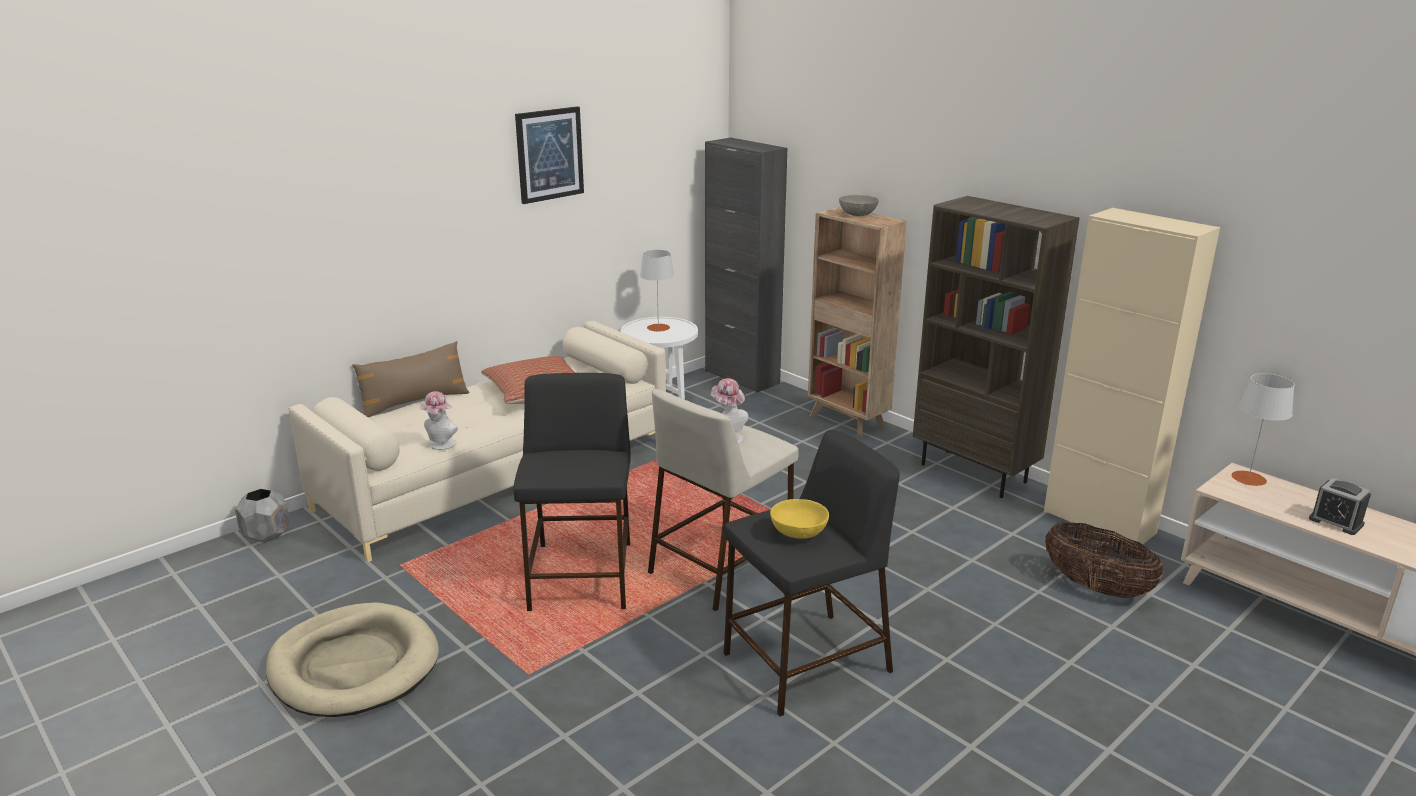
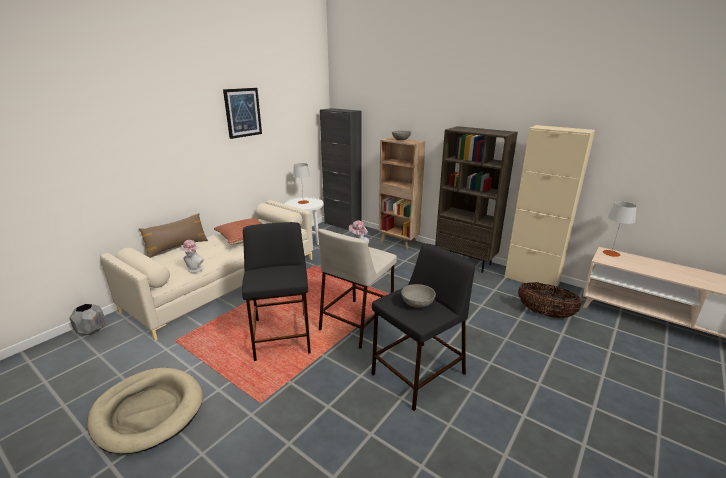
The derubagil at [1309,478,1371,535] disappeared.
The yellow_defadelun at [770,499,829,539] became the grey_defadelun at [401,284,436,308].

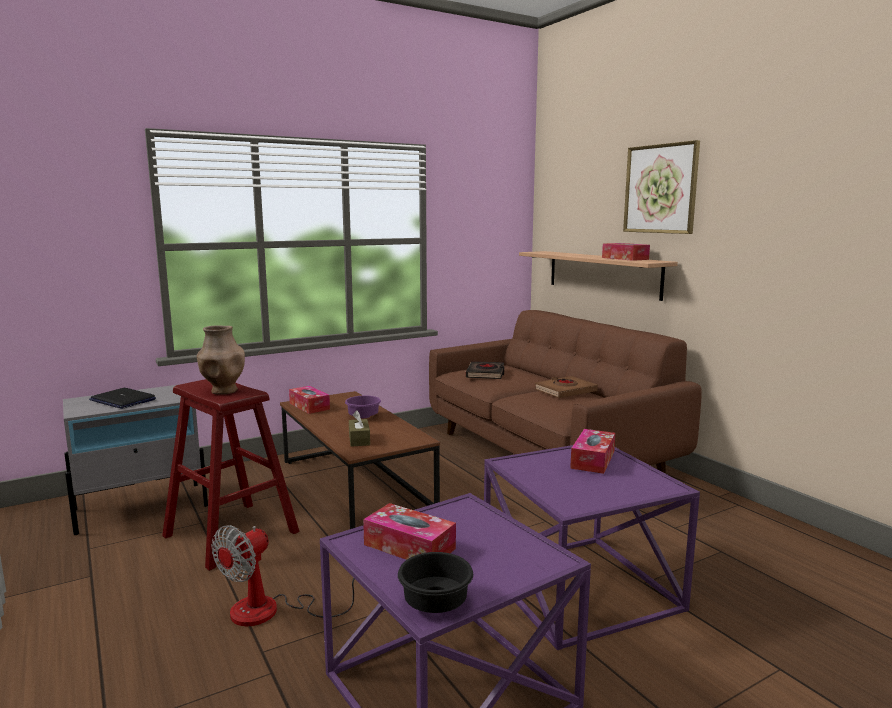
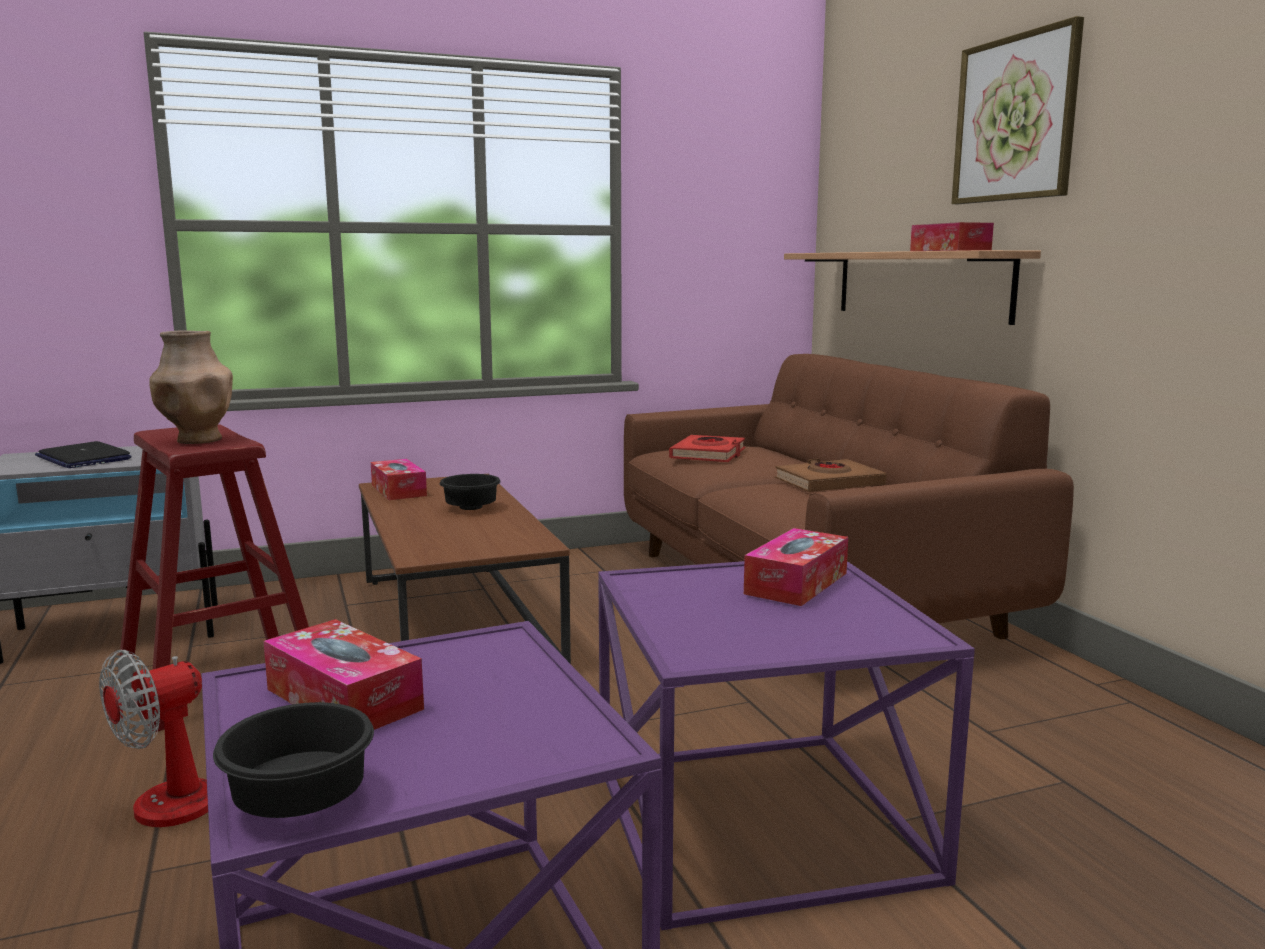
The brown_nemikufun at [349,410,370,447] disappeared.
The purple_defadelun at [345,396,381,418] became the black_defadelun at [440,474,500,510].
The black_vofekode at [465,361,504,379] became the red_vofekode at [669,435,745,462].

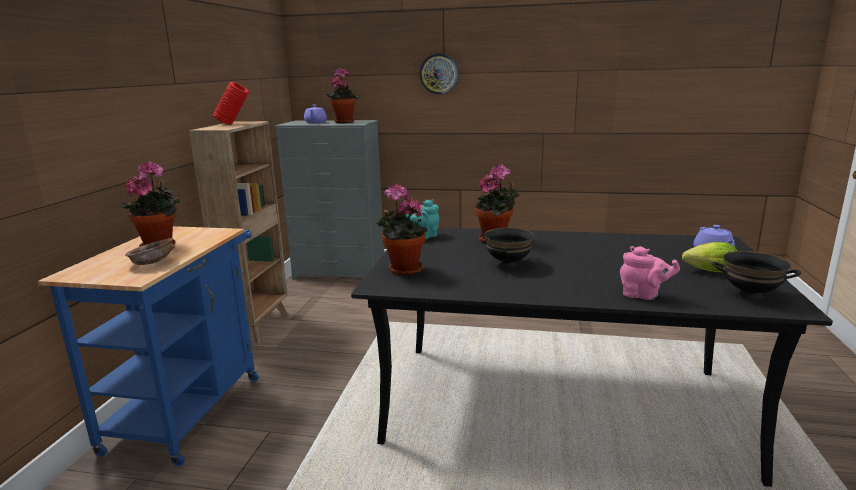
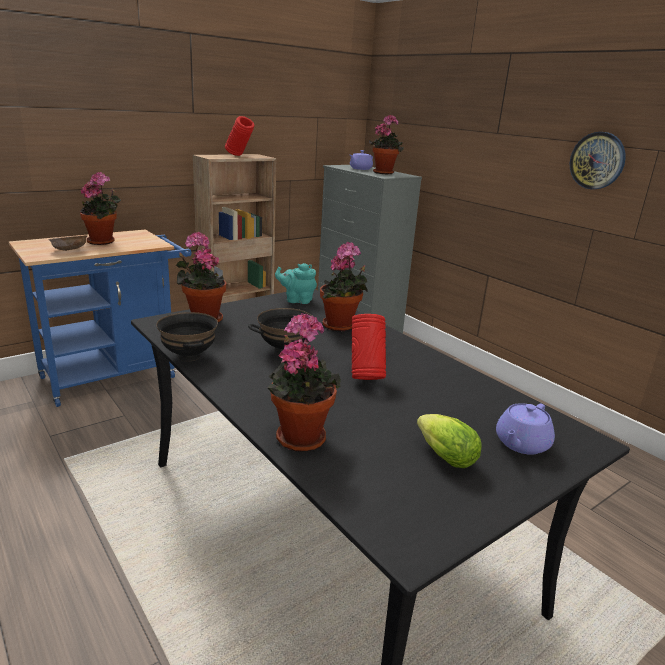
The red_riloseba at [352,314,386,380] appeared.
The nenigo moved from [419,53,459,95] to [570,132,626,189].
The black_defadelun moved from [712,251,801,299] to [156,312,218,361].
The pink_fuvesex at [620,246,680,300] was replaced by the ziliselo at [268,313,341,452].

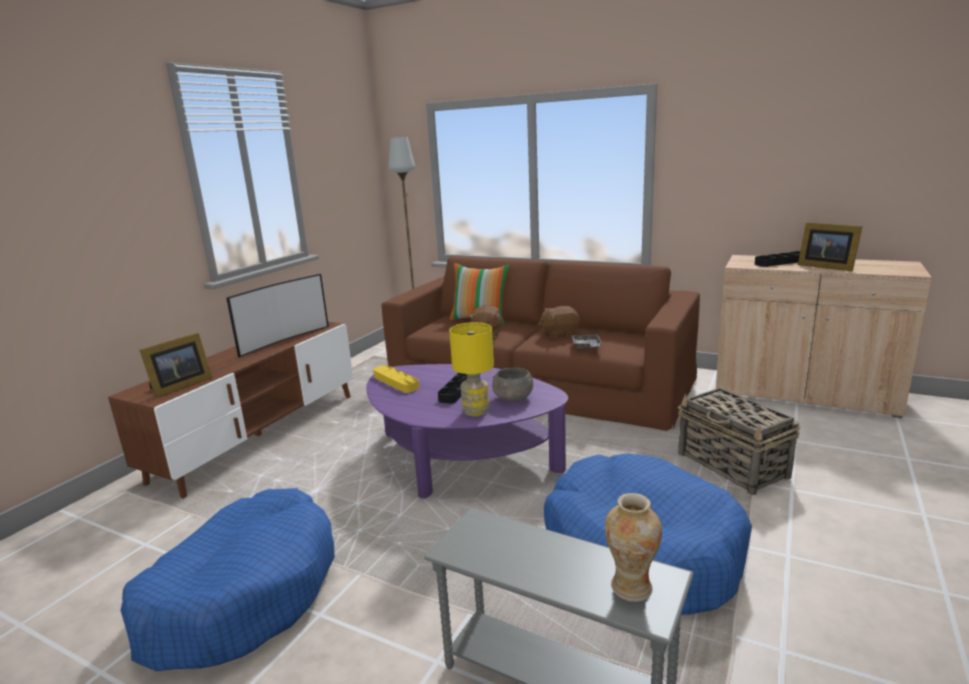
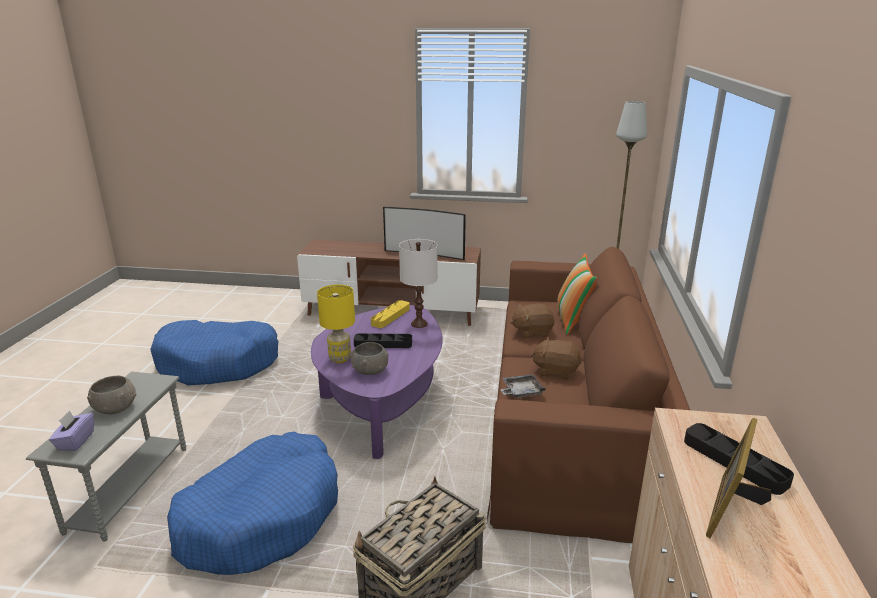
The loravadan at [139,332,213,398] disappeared.
The grey_defadelun at [87,376,136,415] appeared.
The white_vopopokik at [399,239,437,328] appeared.
The riloseba at [605,493,662,602] was replaced by the purple_nemikufun at [49,410,94,451].
The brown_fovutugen at [538,306,580,338] turned 45 degrees counterclockwise.

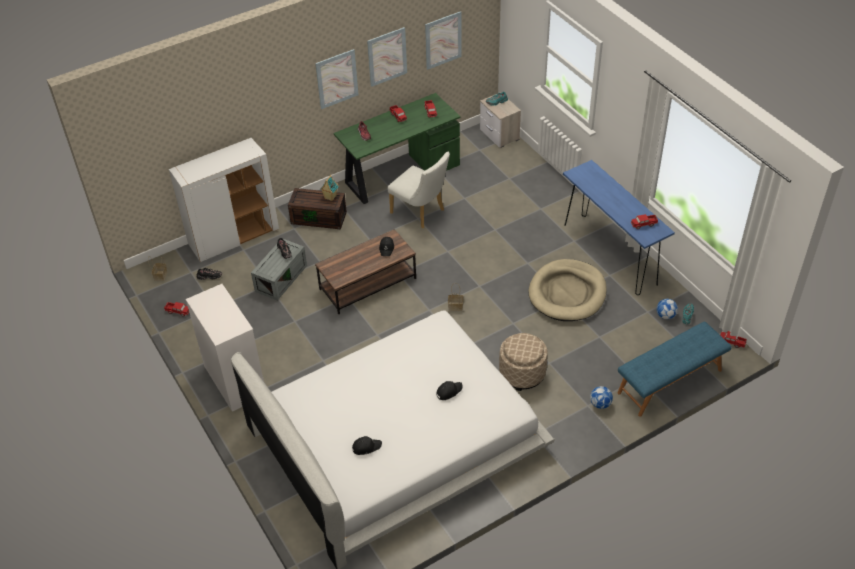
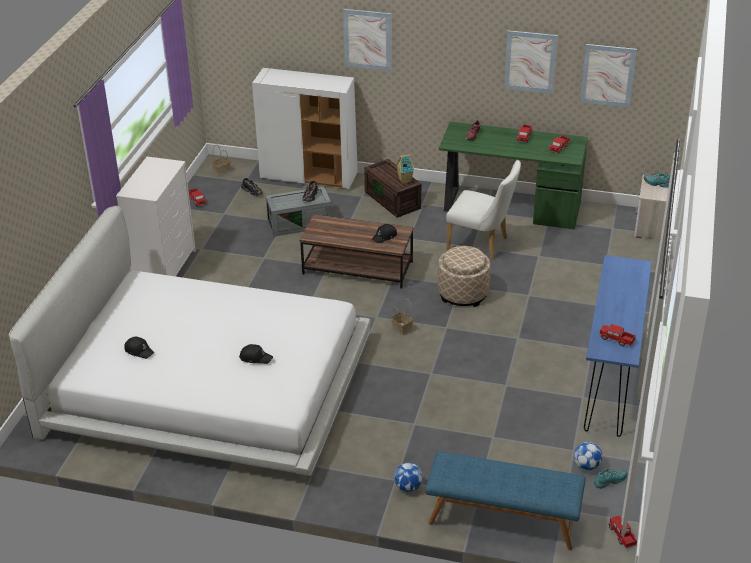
The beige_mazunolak at [529,259,606,321] disappeared.
The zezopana moved from [315,49,359,109] to [343,9,391,71].
The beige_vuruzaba moved from [499,333,548,391] to [438,246,490,307].
The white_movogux at [387,152,450,229] turned 60 degrees counterclockwise.

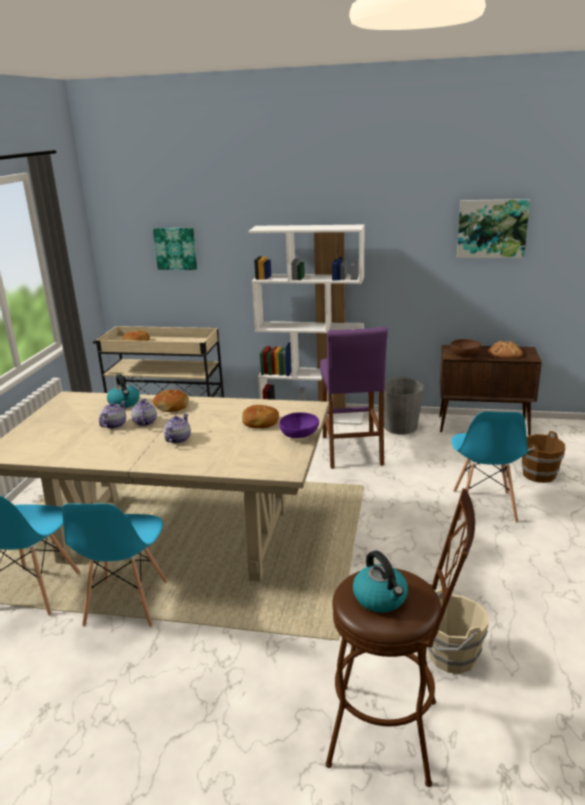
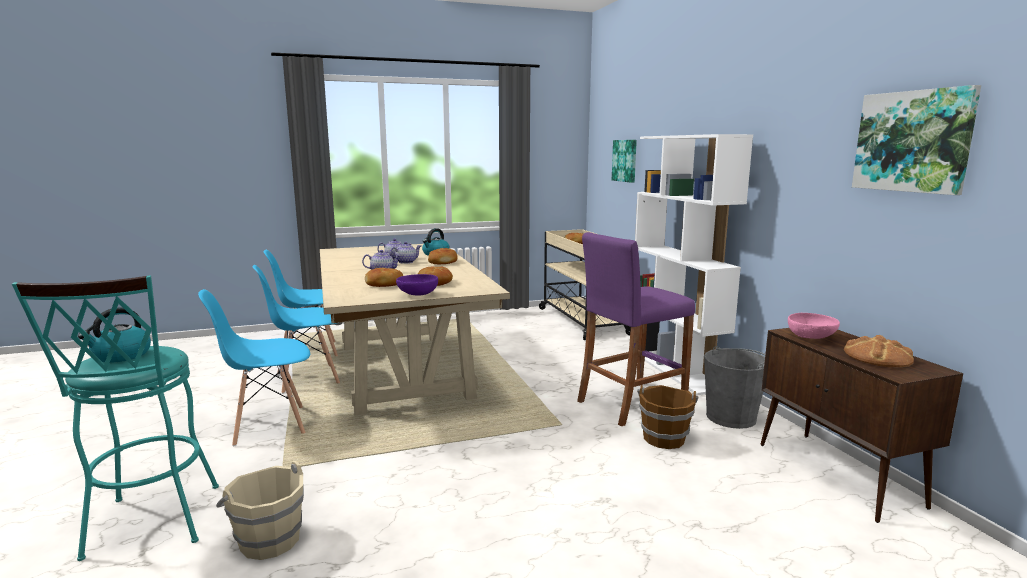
The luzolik at [365,268,403,287] appeared.
The blue_movogux moved from [451,412,528,523] to [198,289,310,446].
The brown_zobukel moved from [521,431,566,483] to [637,385,698,449].
The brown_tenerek at [325,488,475,787] became the turquoise_tenerek at [12,275,219,561].
The brown_defadelun at [451,339,481,357] became the pink_defadelun at [788,313,840,339].

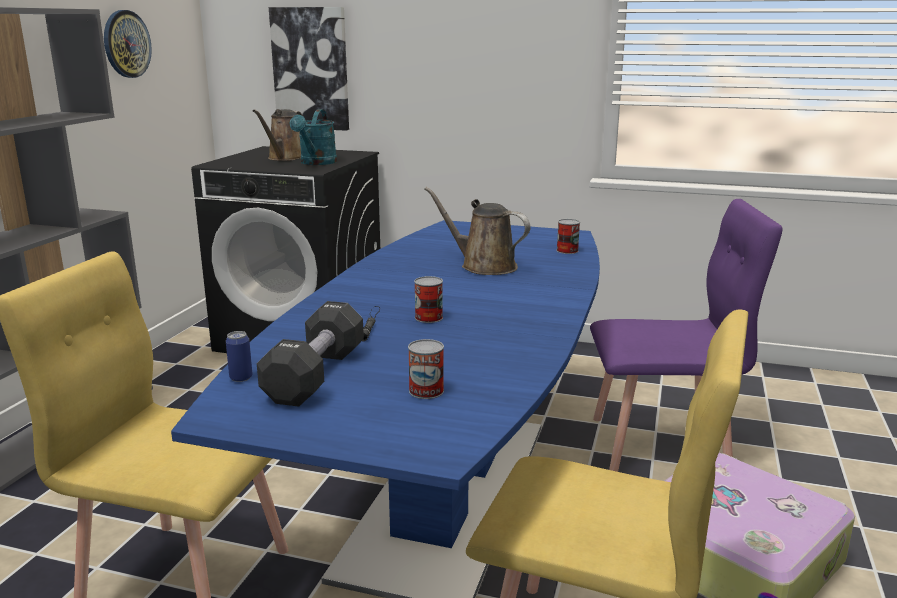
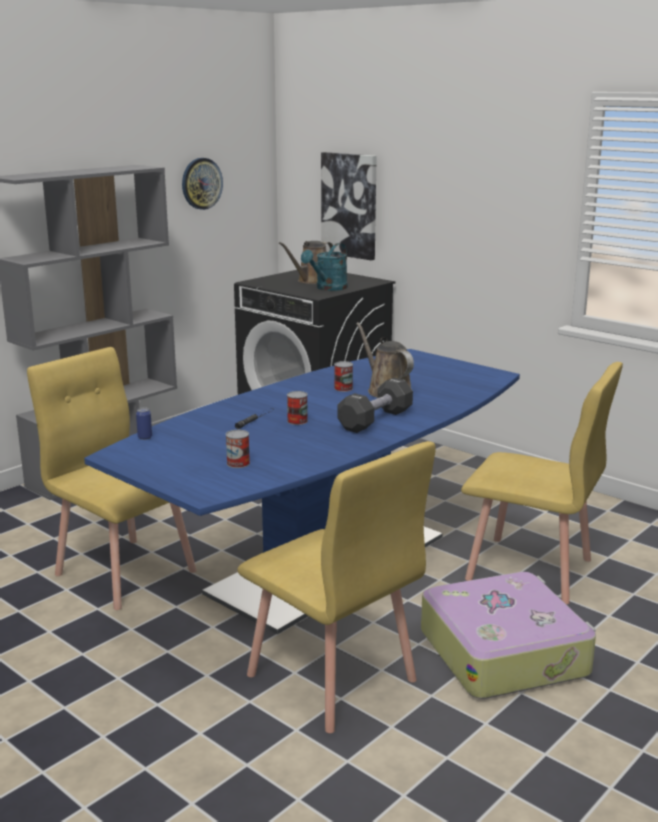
The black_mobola moved from [257,301,364,407] to [338,378,413,433].
The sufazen moved from [557,219,580,254] to [334,361,353,392].
The purple_movogux at [590,199,782,472] became the yellow_movogux at [461,362,623,604].

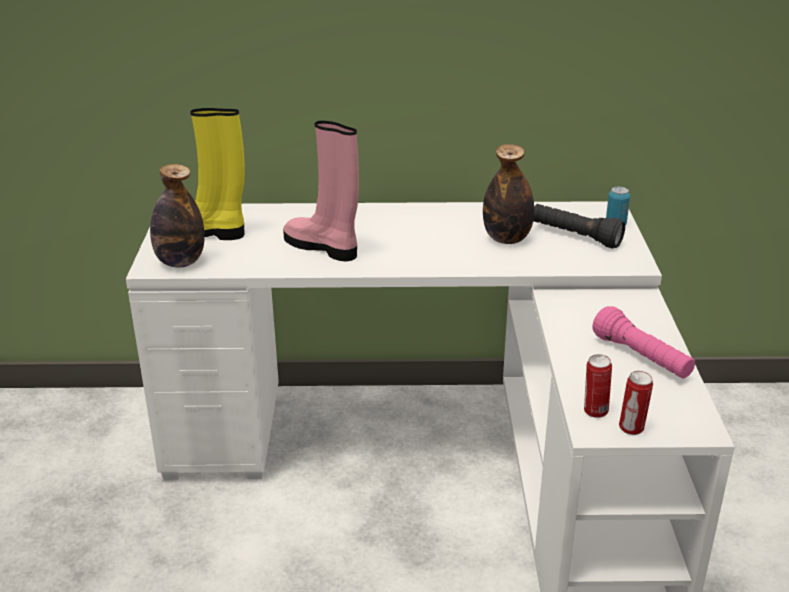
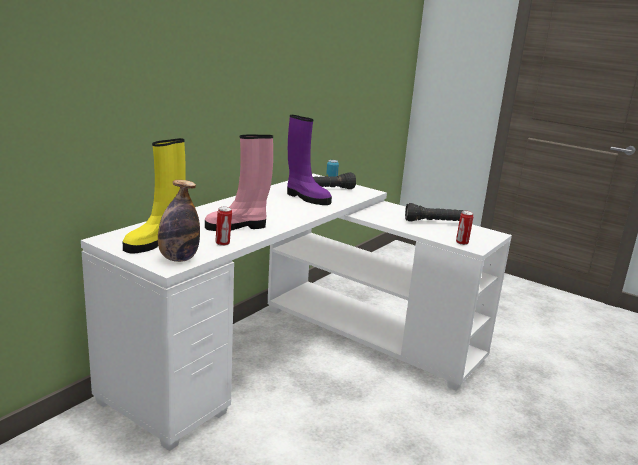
The sufazen moved from [619,371,653,435] to [215,207,232,246].
The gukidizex at [483,144,534,244] was replaced by the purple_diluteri at [287,115,332,205].
The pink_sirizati at [593,306,695,379] became the black_sirizati at [405,203,463,222].

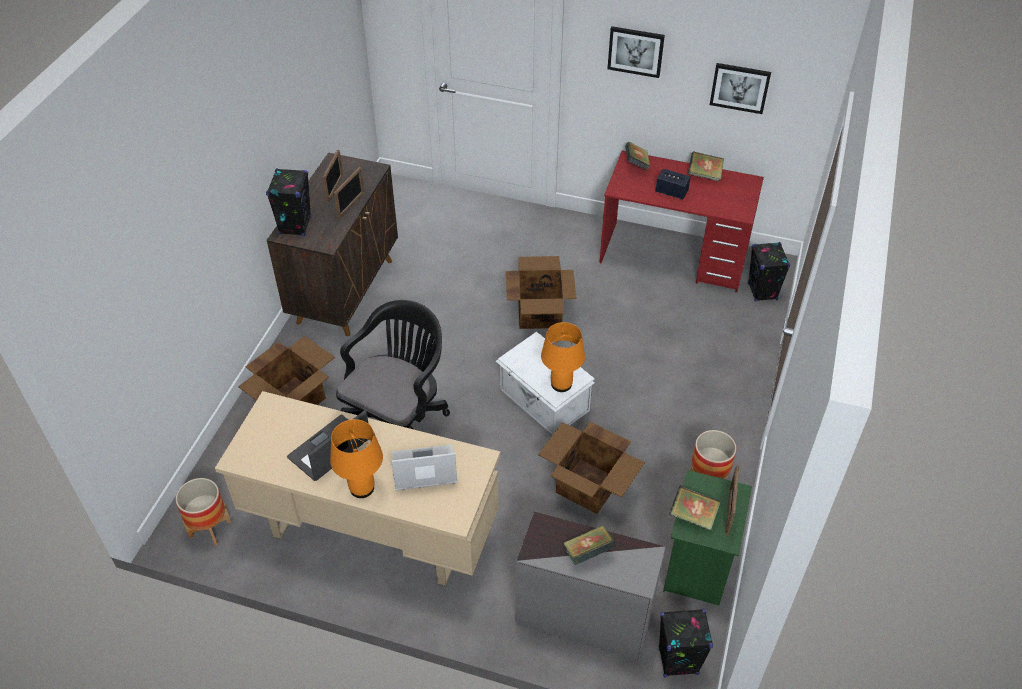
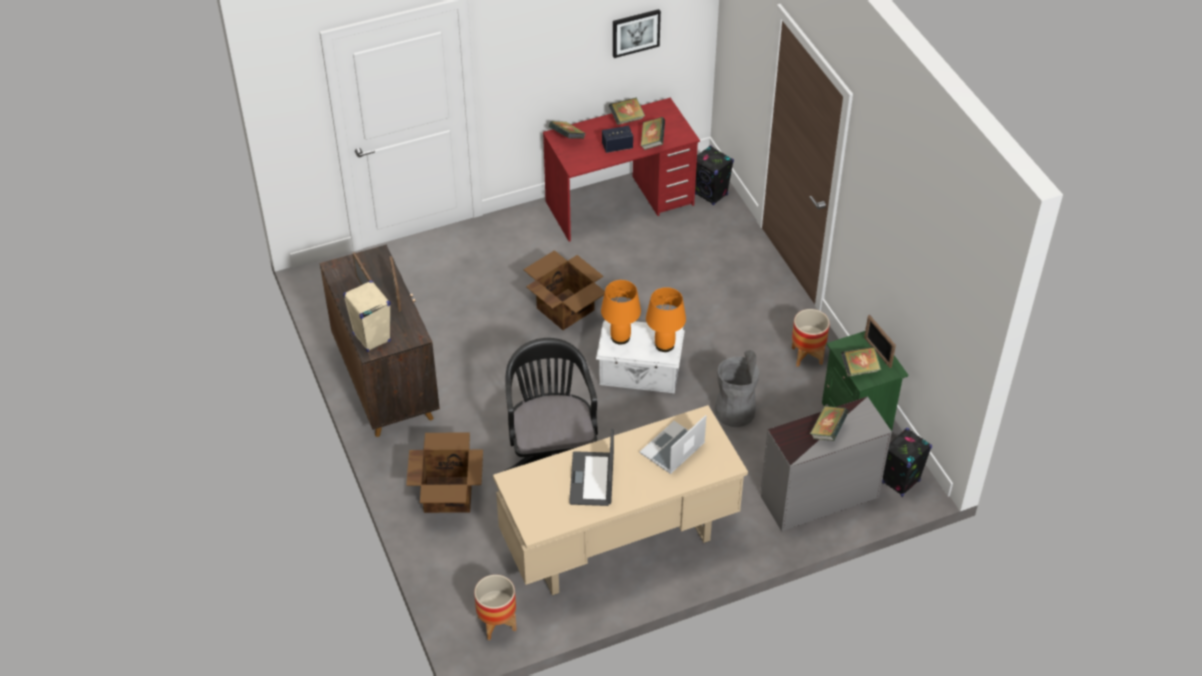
The zezopana at [607,26,665,78] disappeared.
The vofekode at [641,117,665,150] appeared.
The orange_vopopokik moved from [330,419,383,498] to [601,280,641,345].
The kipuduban at [538,422,645,514] was replaced by the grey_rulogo at [715,350,759,427].
The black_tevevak at [266,168,311,236] became the beige_tevevak at [343,280,391,352].

